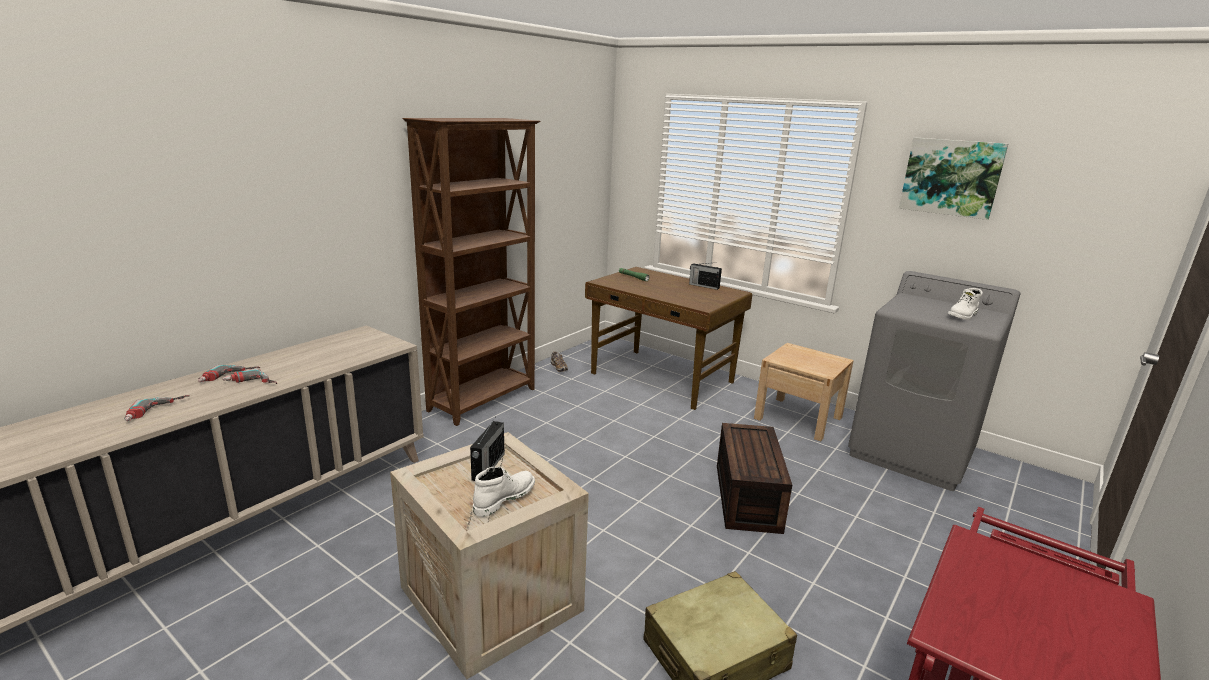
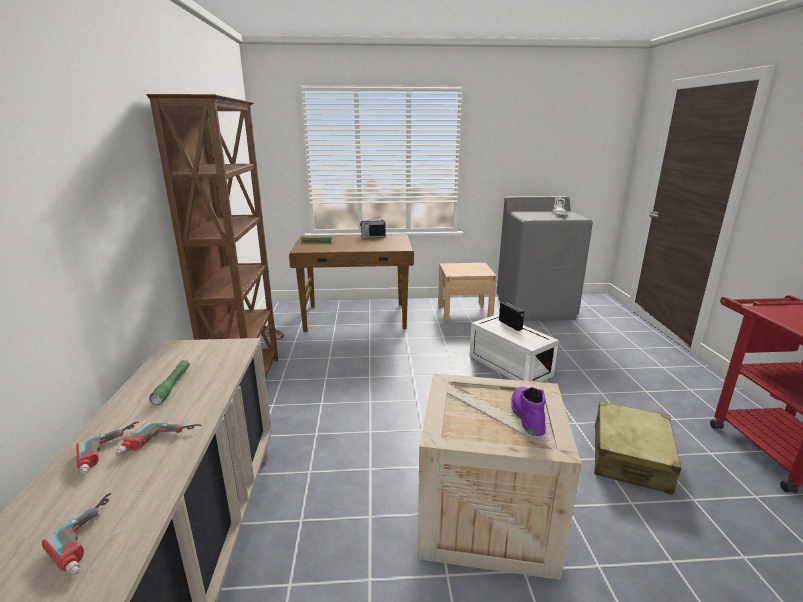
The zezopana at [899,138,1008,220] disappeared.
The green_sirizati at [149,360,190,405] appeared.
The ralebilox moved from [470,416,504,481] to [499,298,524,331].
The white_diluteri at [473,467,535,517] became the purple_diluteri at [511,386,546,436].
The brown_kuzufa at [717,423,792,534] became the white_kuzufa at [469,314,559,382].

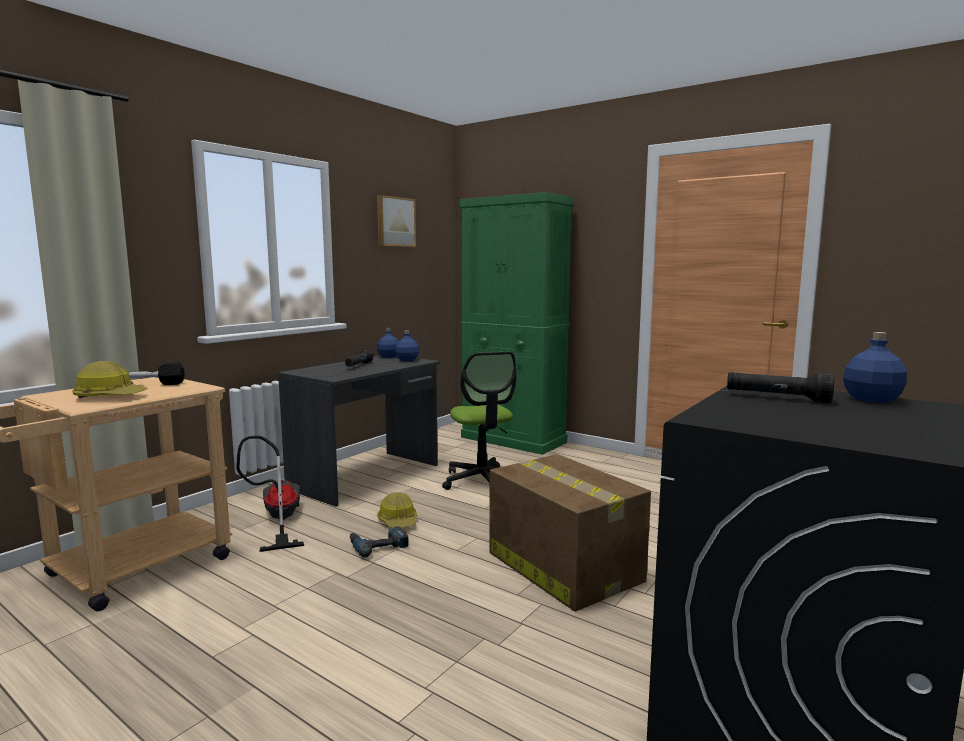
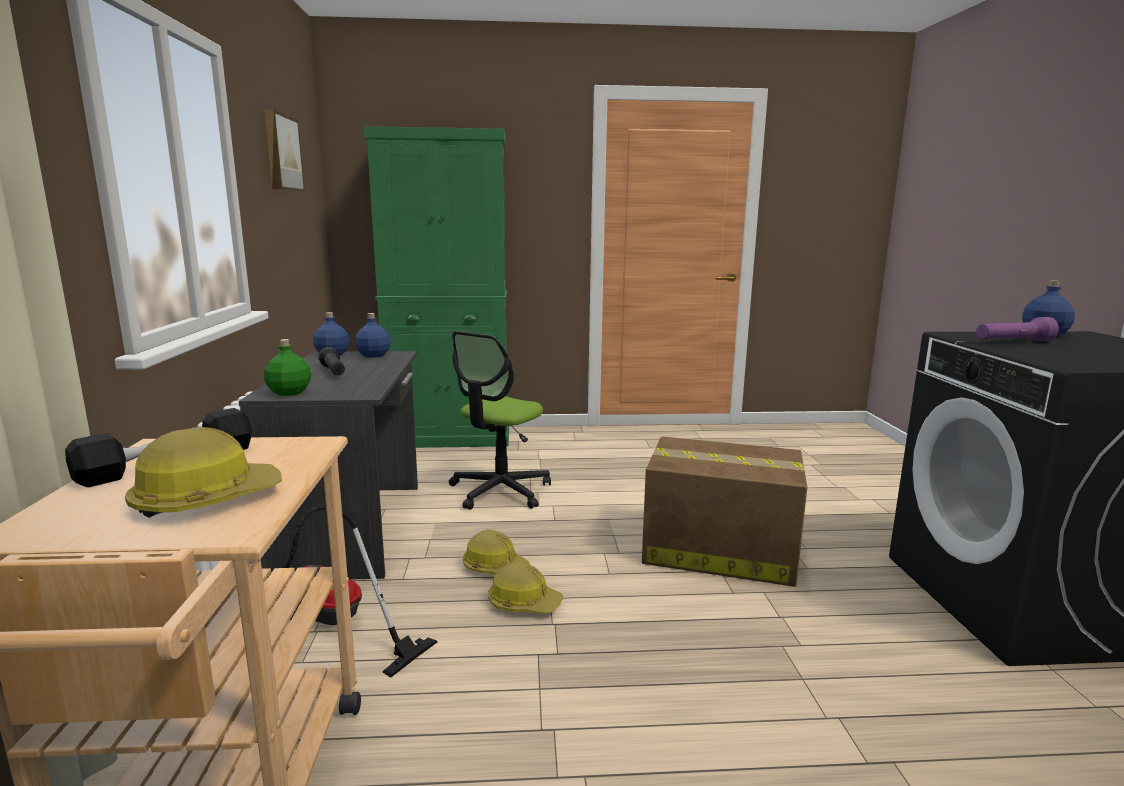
The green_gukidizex at [264,339,311,396] appeared.
The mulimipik at [350,526,409,558] was replaced by the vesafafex at [488,562,563,613].
The black_sirizati at [727,372,834,403] became the purple_sirizati at [976,317,1059,342].
The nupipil at [442,352,516,490] turned 90 degrees clockwise.

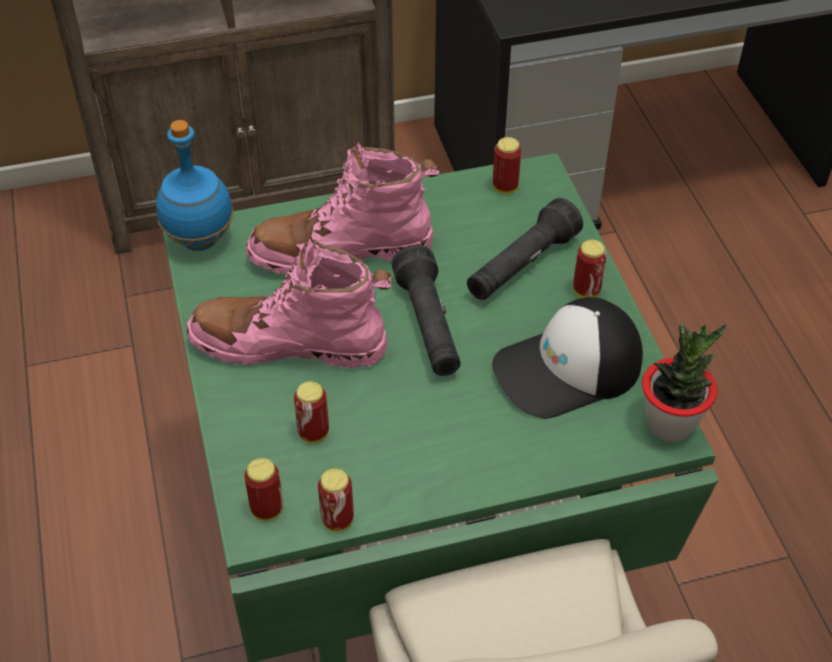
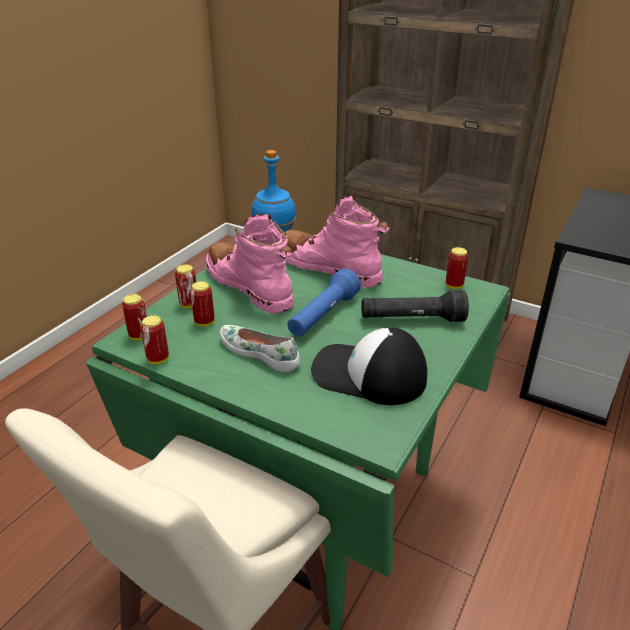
The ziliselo at [642,324,727,442] disappeared.
The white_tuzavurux at [219,325,300,373] appeared.
The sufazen moved from [573,240,607,298] to [175,264,196,308].
The black_sirizati at [392,245,461,376] became the blue_sirizati at [287,268,361,336].

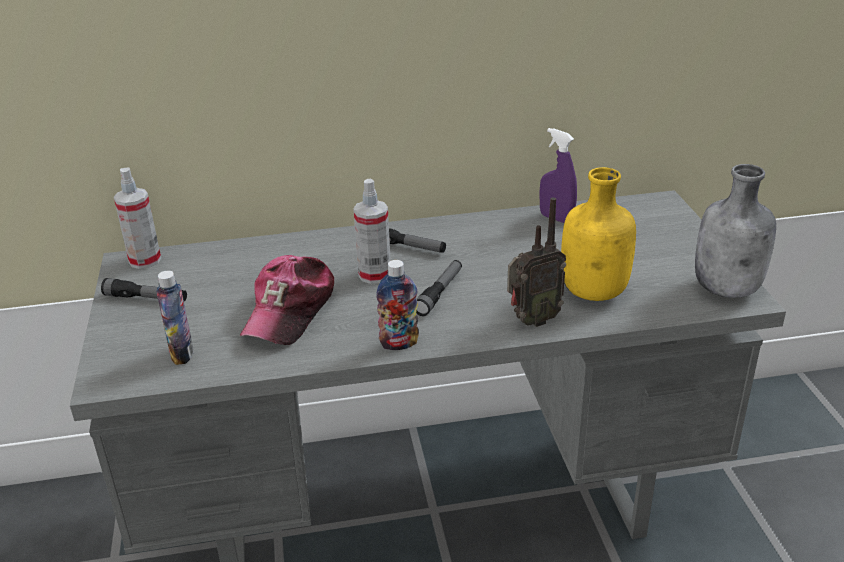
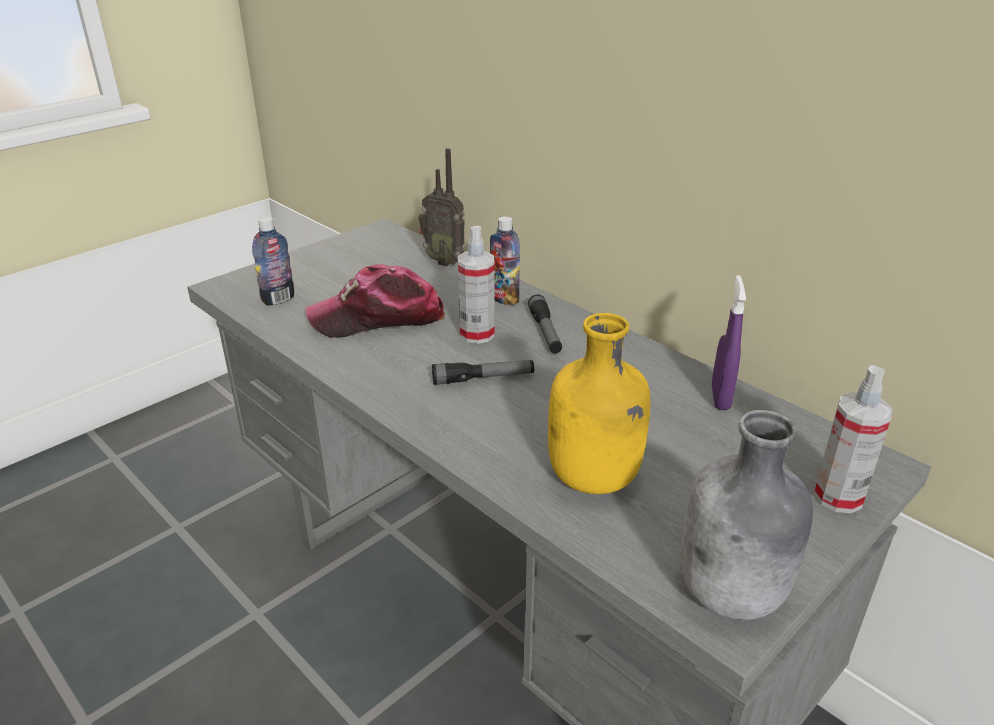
The sirizati at [101,278,187,301] disappeared.
The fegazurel moved from [114,168,161,269] to [814,365,892,513].
The gukidizex moved from [376,260,419,350] to [490,216,520,305].
The ralebilox moved from [507,197,566,327] to [419,148,465,267].

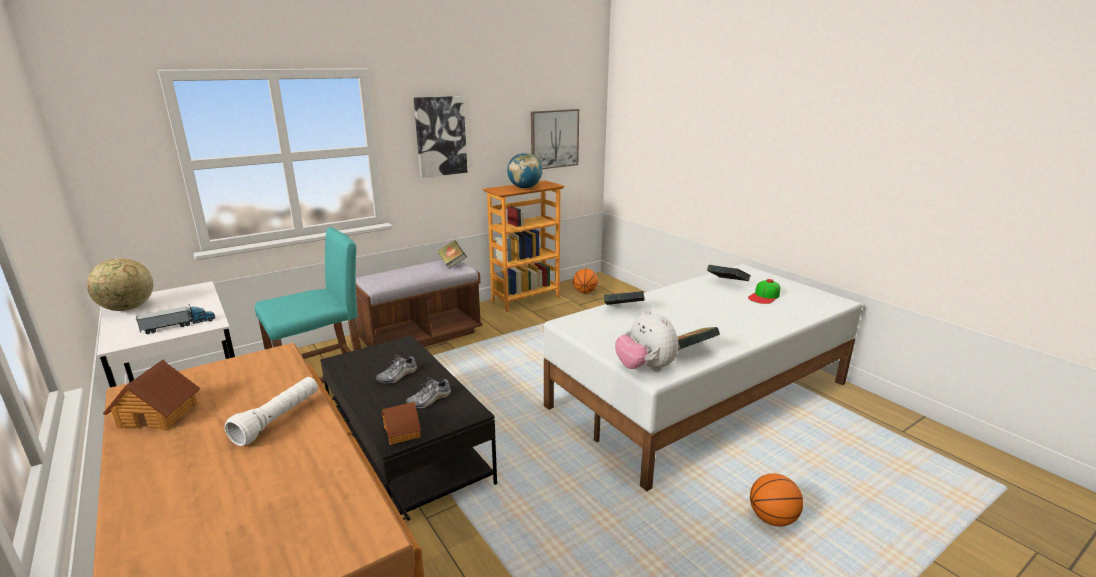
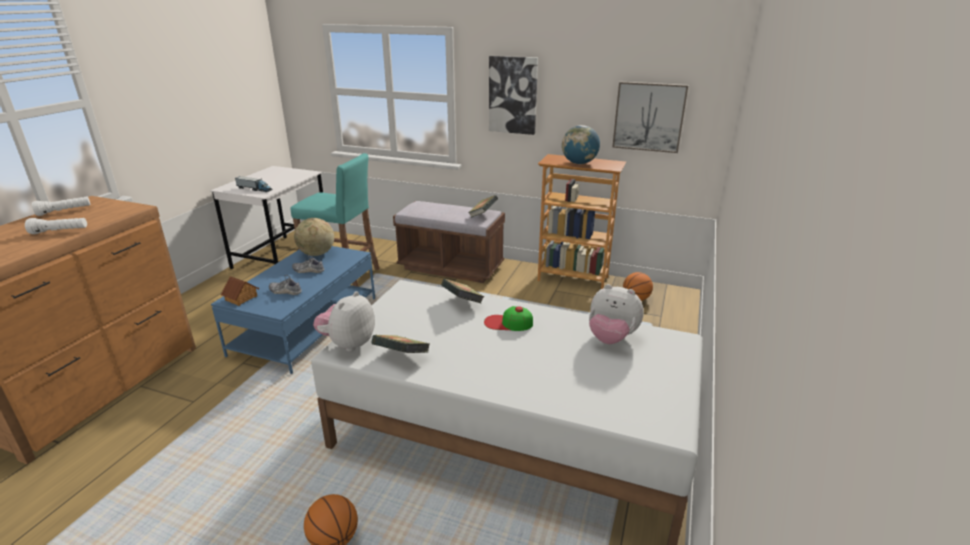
The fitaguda moved from [87,258,153,311] to [294,218,334,256].
The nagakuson moved from [748,279,780,304] to [484,306,533,331].
The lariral at [103,360,200,430] was replaced by the white_sirizati at [32,197,90,216].
The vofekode at [707,265,751,281] was replaced by the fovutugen at [589,284,644,344].
The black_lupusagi at [320,335,497,515] became the blue_lupusagi at [211,246,375,374].

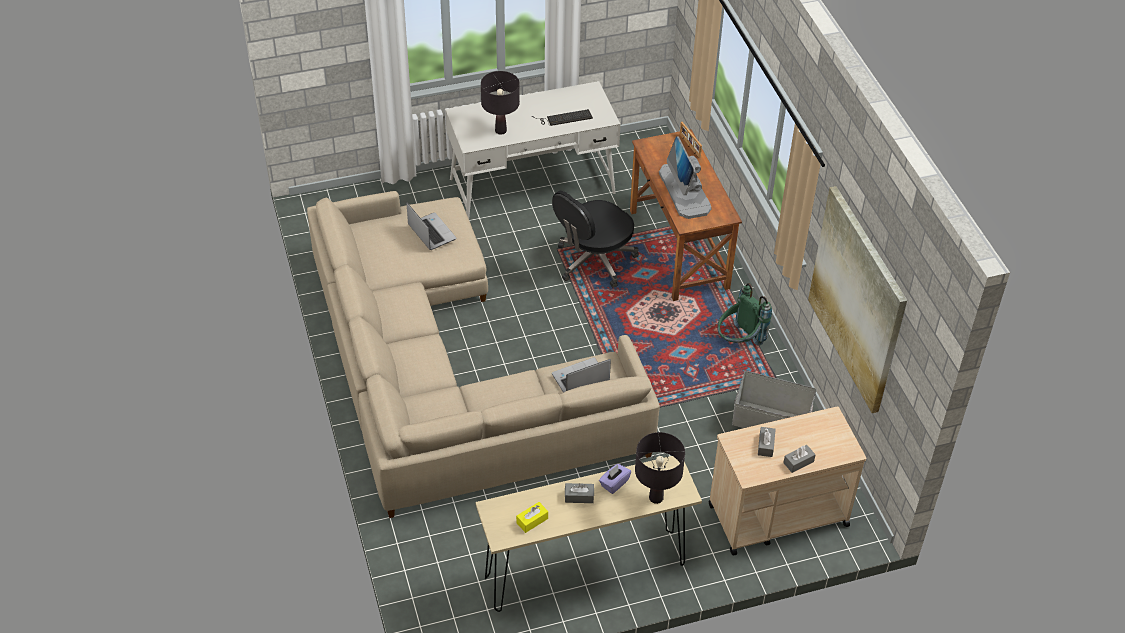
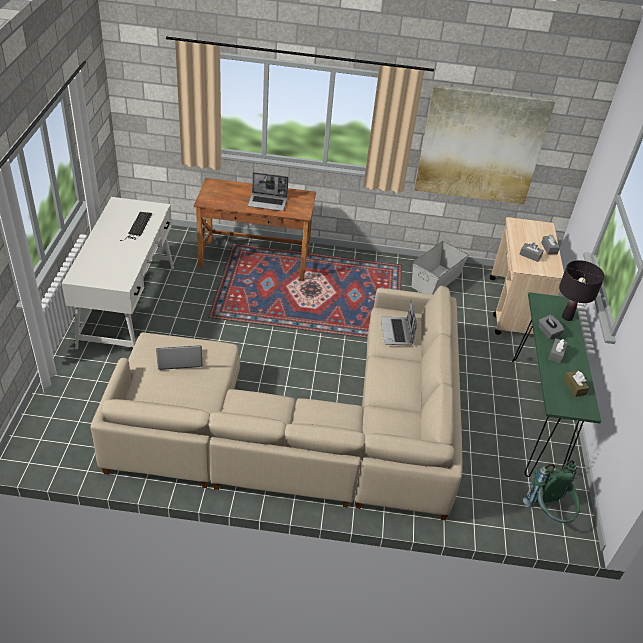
The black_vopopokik at [481,71,520,135] disappeared.
The black_nupipil at [552,191,639,288] disappeared.
The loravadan at [680,122,702,158] disappeared.
The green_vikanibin moved from [718,283,772,346] to [523,460,580,523].
The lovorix at [659,136,712,219] was replaced by the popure at [248,172,289,211].
The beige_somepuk at [475,456,702,612] became the green_somepuk at [512,292,601,477].
The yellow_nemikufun at [516,502,548,533] became the brown_nemikufun at [563,371,589,397].
The purple_nemikufun at [599,464,631,494] became the grey_nemikufun at [539,315,564,339].

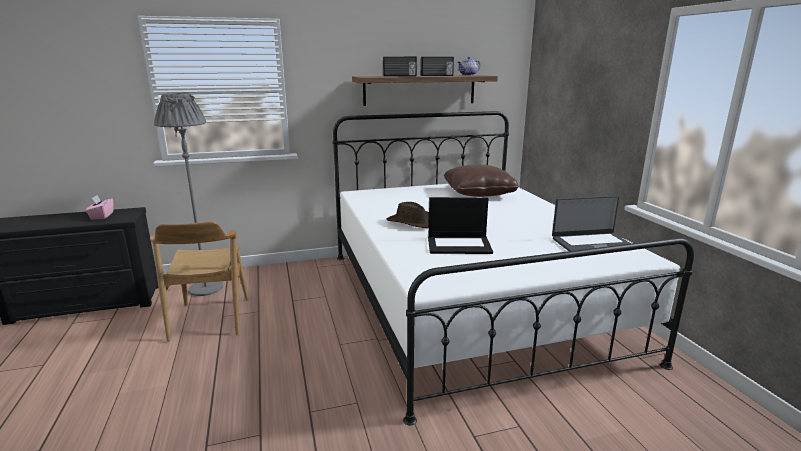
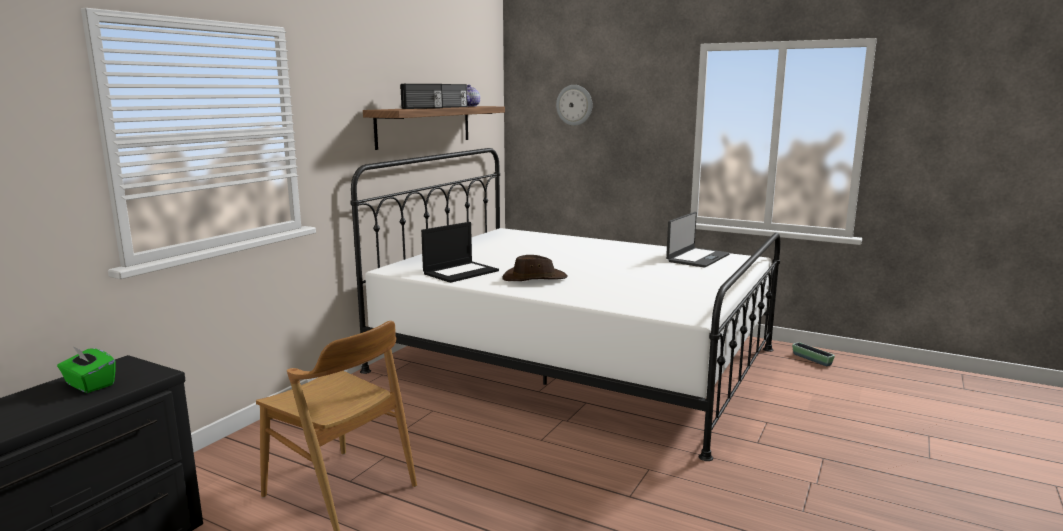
The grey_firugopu at [154,92,223,296] disappeared.
The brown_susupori at [444,165,519,197] disappeared.
The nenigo at [556,85,592,126] appeared.
The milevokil at [792,342,835,366] appeared.
The popure moved from [428,197,493,254] to [421,222,499,283].
The pink_nemikufun at [85,195,114,220] became the green_nemikufun at [57,345,116,393].

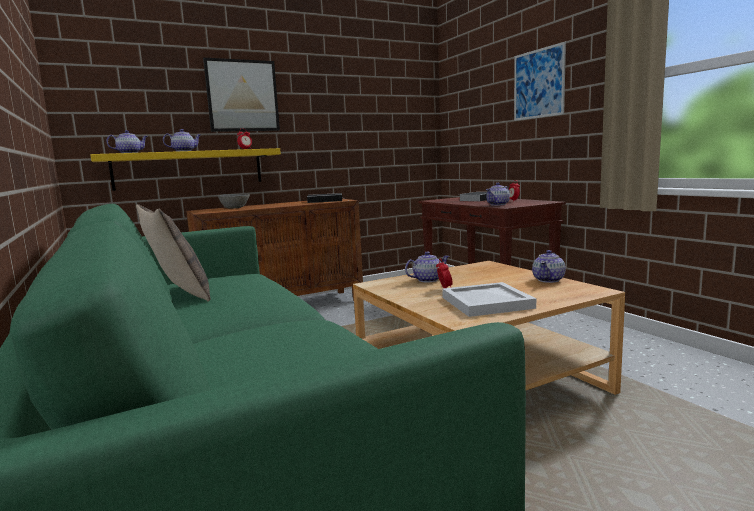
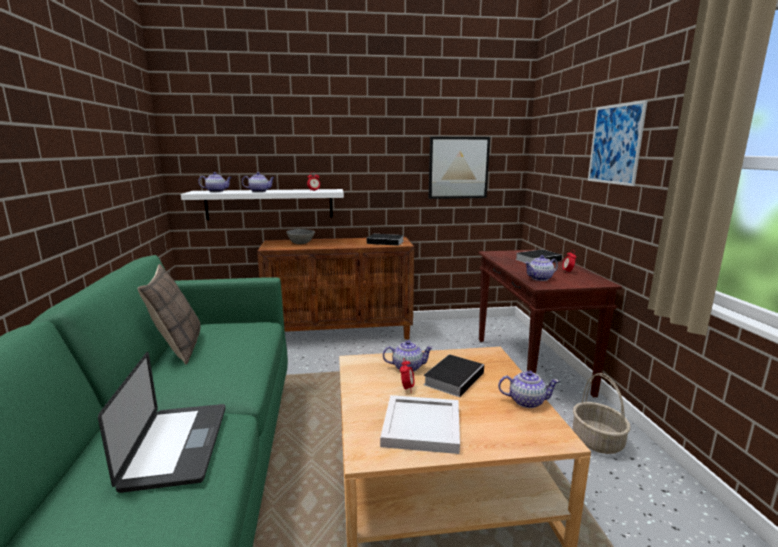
The popure at [98,352,225,493] appeared.
The vofekode at [424,355,485,397] appeared.
The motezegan at [573,373,631,454] appeared.
The zezopana moved from [203,58,280,132] to [428,137,490,199].
The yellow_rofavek at [90,148,281,191] became the white_rofavek at [181,189,344,220].
The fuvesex at [532,250,566,283] turned 135 degrees counterclockwise.

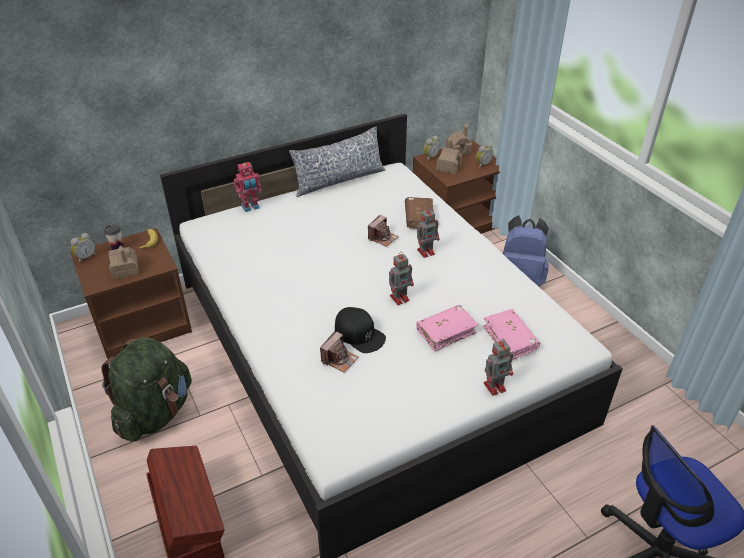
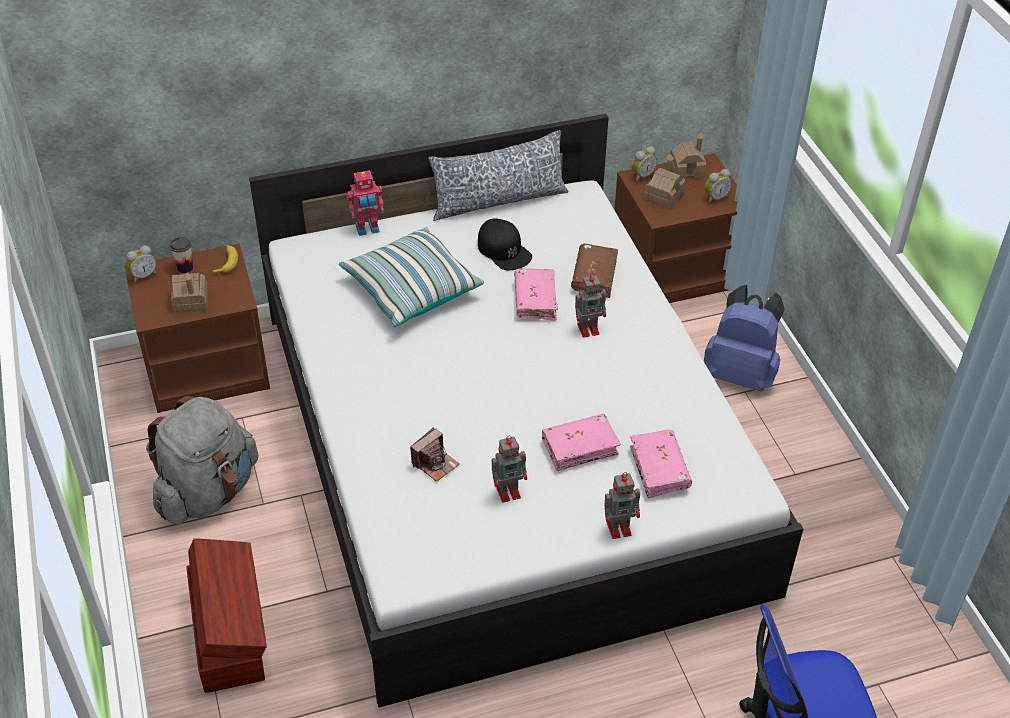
The susupori at [339,226,484,327] appeared.
The black_nagakuson moved from [335,307,386,353] to [478,218,532,270].
The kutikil moved from [389,251,414,305] to [492,436,527,503].
The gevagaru at [368,215,399,247] was replaced by the pink_vofekode at [514,268,558,320].
The green_vikanibin at [102,338,192,442] became the grey_vikanibin at [146,396,258,524].

